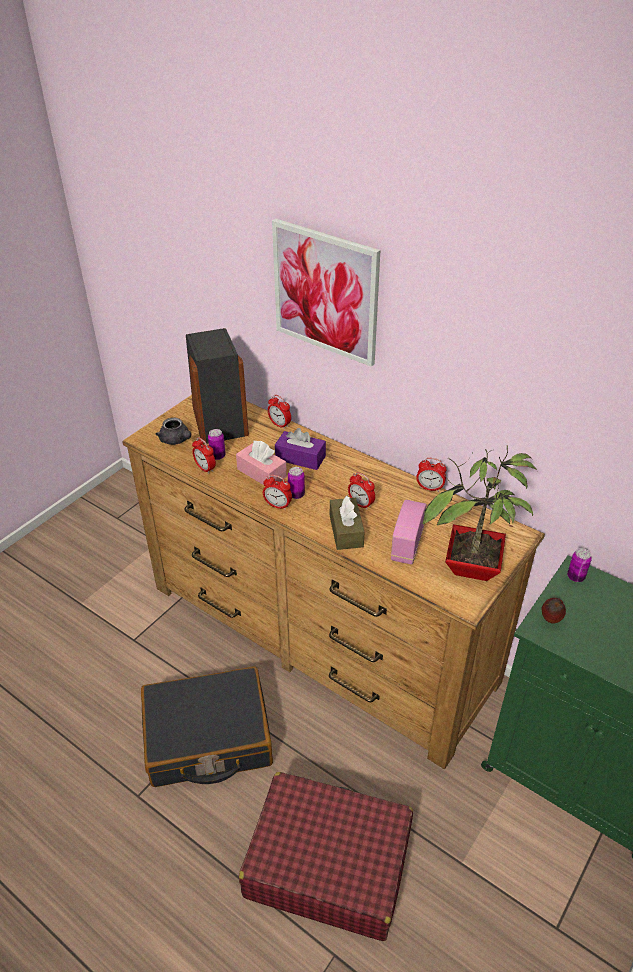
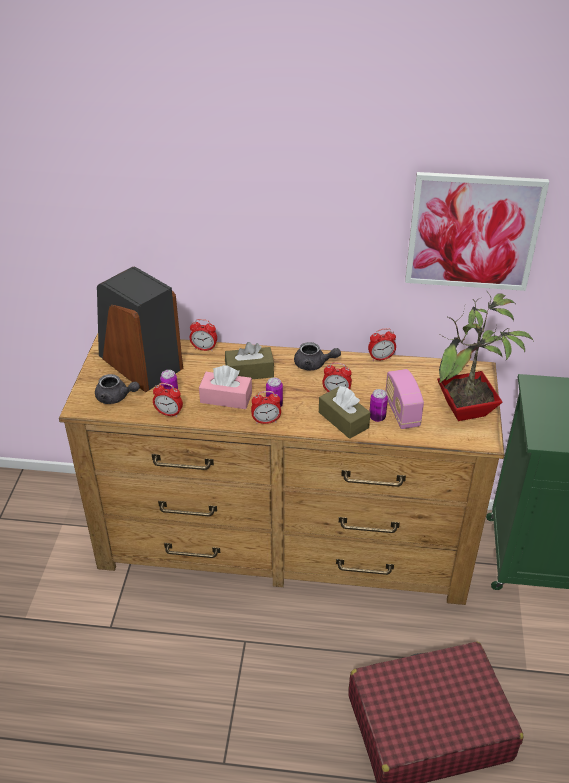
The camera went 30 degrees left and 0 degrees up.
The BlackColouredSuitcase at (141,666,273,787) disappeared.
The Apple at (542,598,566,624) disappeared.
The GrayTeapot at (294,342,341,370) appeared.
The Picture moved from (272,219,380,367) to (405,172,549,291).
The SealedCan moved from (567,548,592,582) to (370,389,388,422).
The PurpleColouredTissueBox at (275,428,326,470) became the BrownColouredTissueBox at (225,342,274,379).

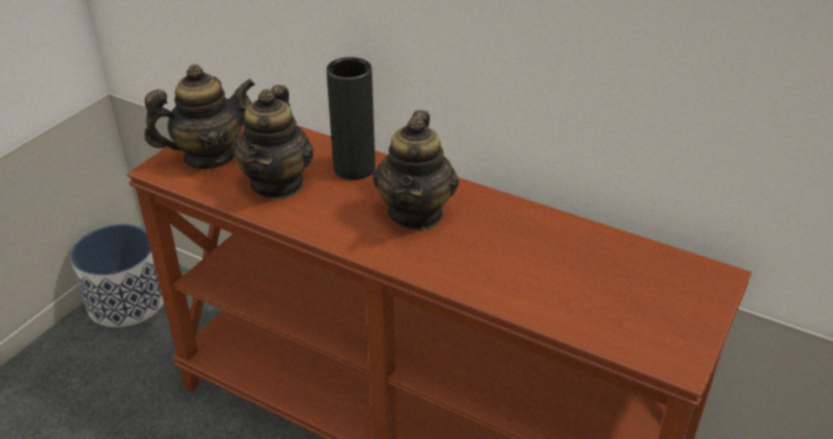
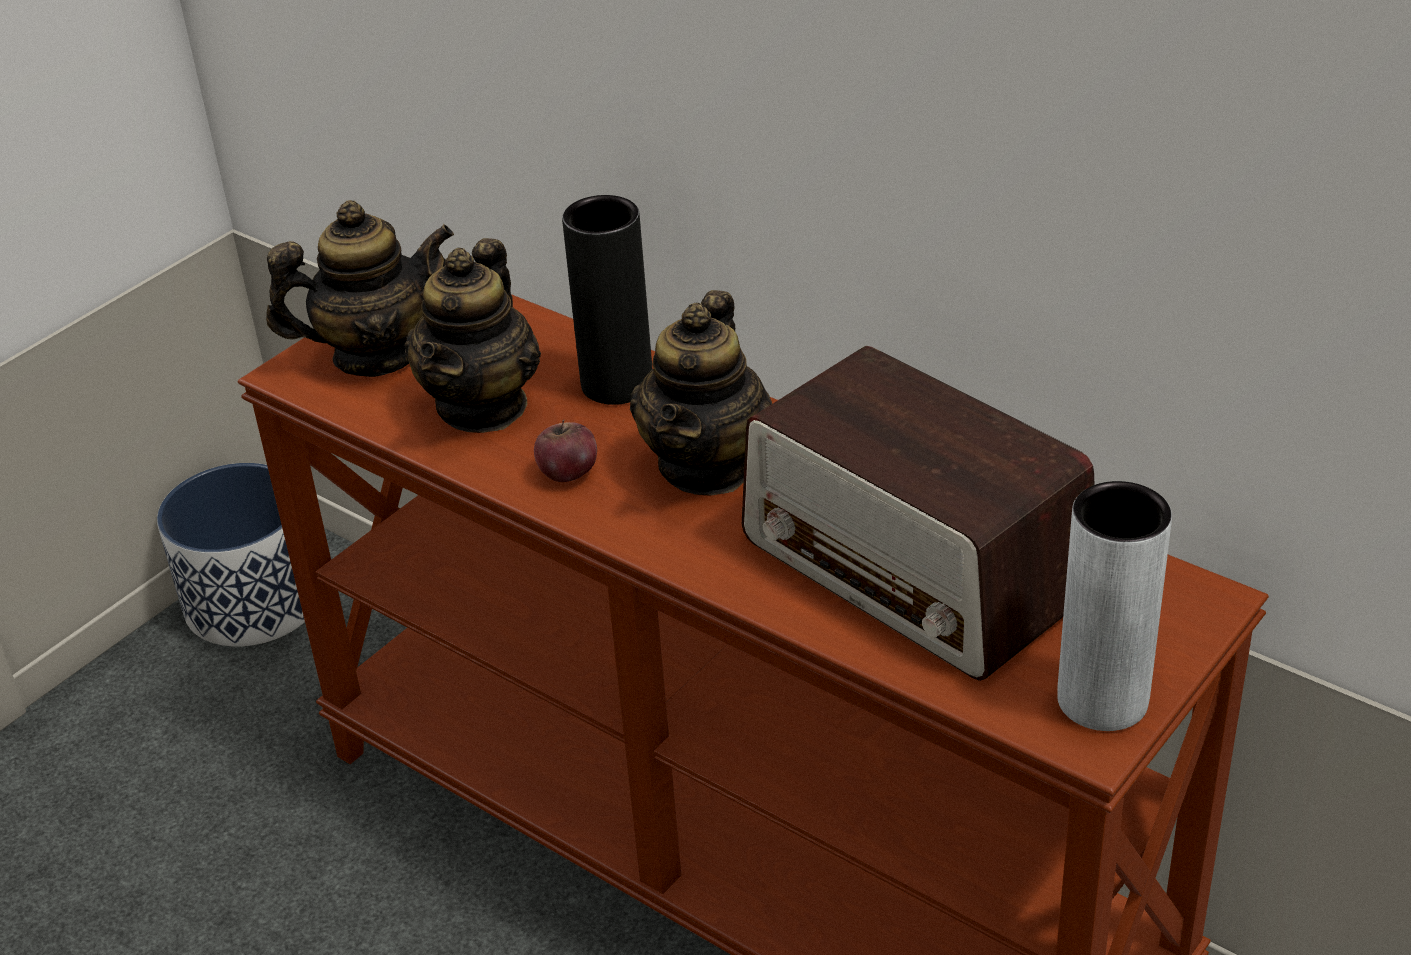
The camera went 10 degrees right and 0 degrees up.
The Apple at (534,420,597,482) appeared.
The RadioReceiver at (742,345,1094,681) appeared.
The GrayDecorativeVase at (1057,481,1172,731) appeared.

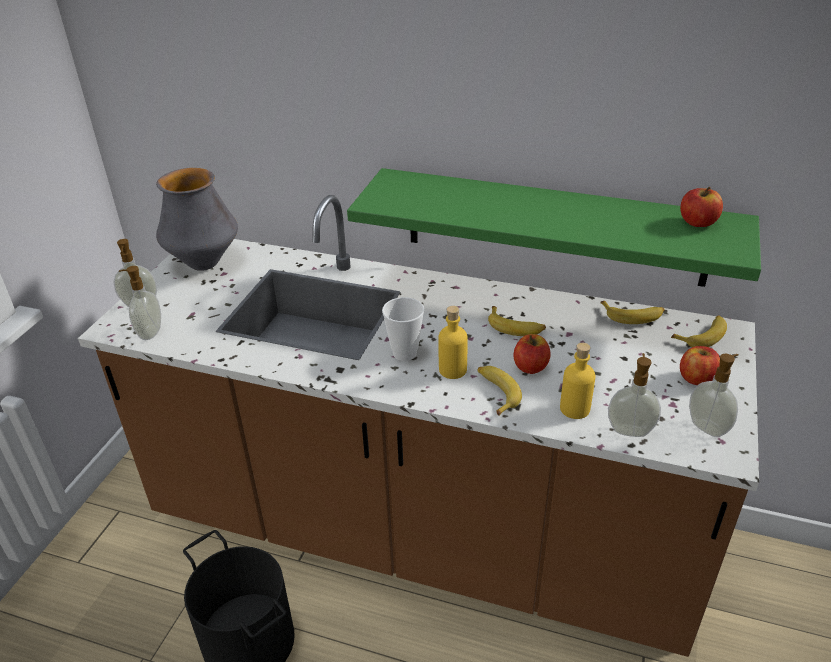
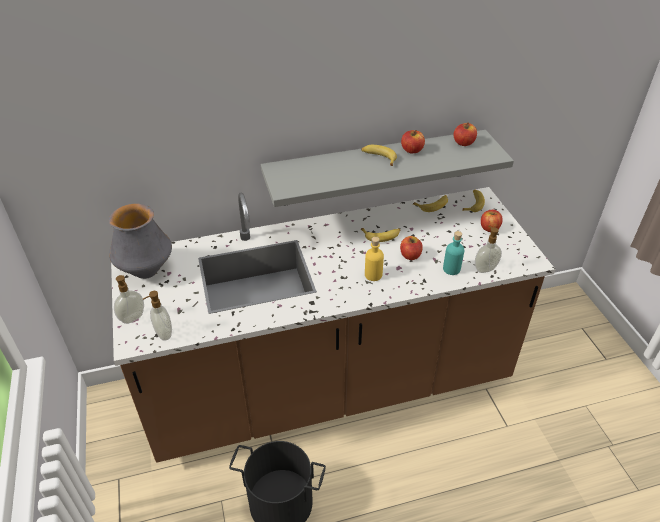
The camera went 35 degrees left and 5 degrees up.
The DrinkingCup at (382,297,424,361) disappeared.
The SoapBottle at (689,354,738,437) disappeared.
The Apple at (401,130,425,153) appeared.
The Banana moved from (478,366,522,416) to (361,145,397,166).
The GreenColouredShelf at (347,168,761,287) became the GrayShelf at (261,130,514,207).
The YellowBeverageBottle at (560,343,596,419) became the TurquoiseColouredBeverageBottle at (443,231,464,275).

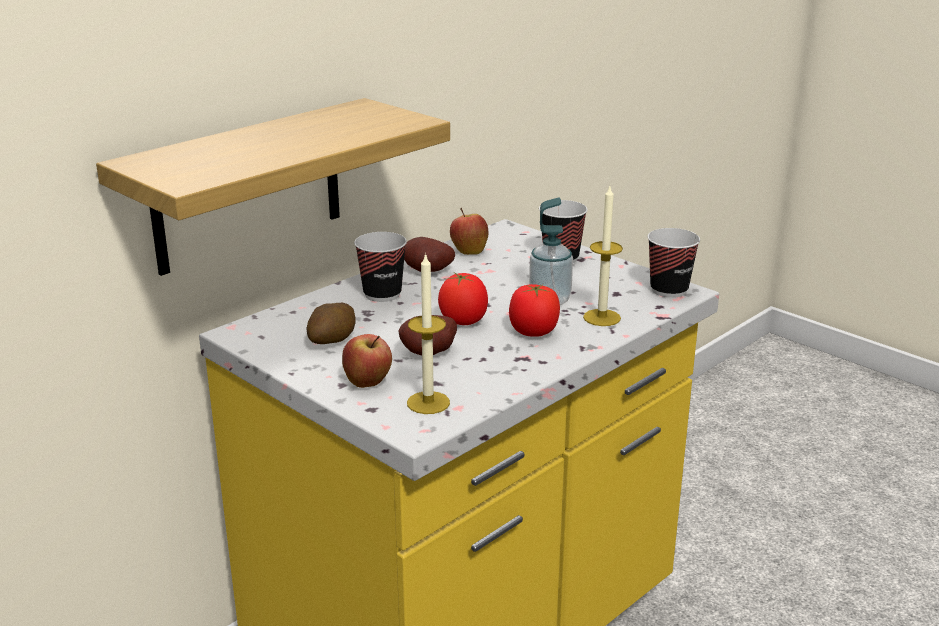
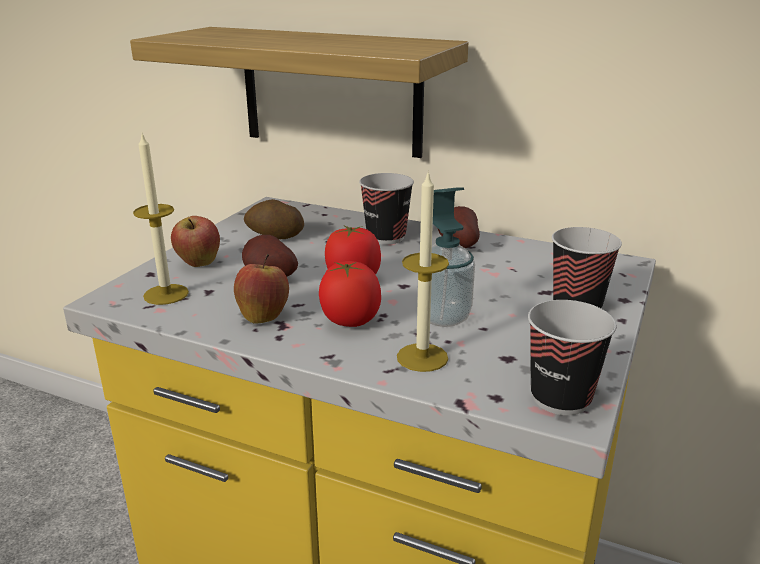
The camera went 70 degrees right and 0 degrees up.
The Apple moved from (450,207,488,255) to (234,254,289,324).

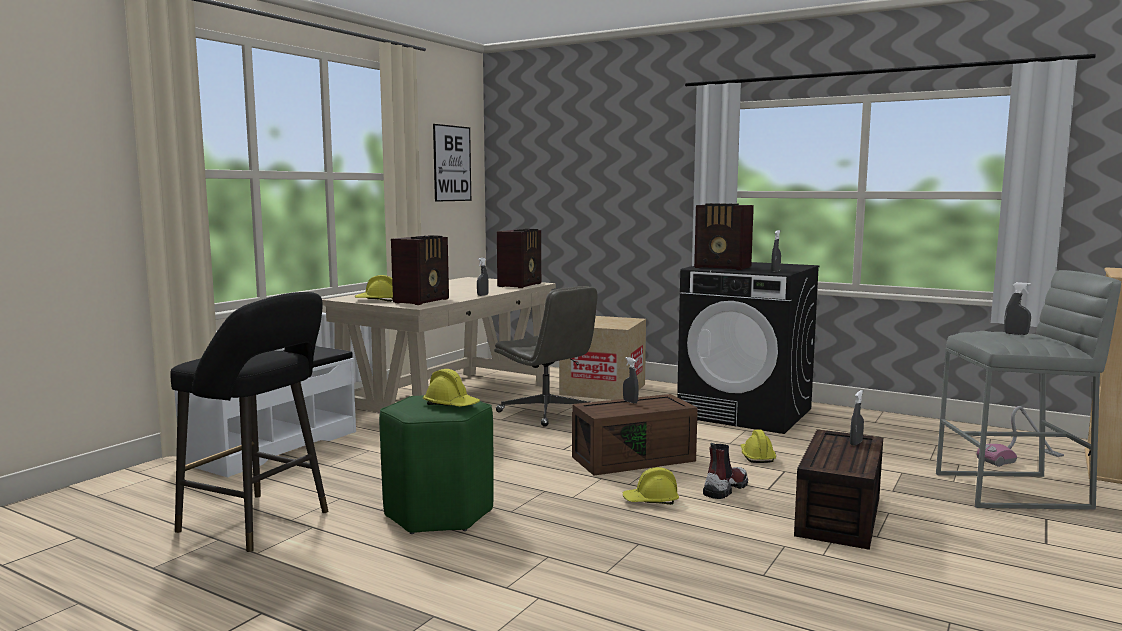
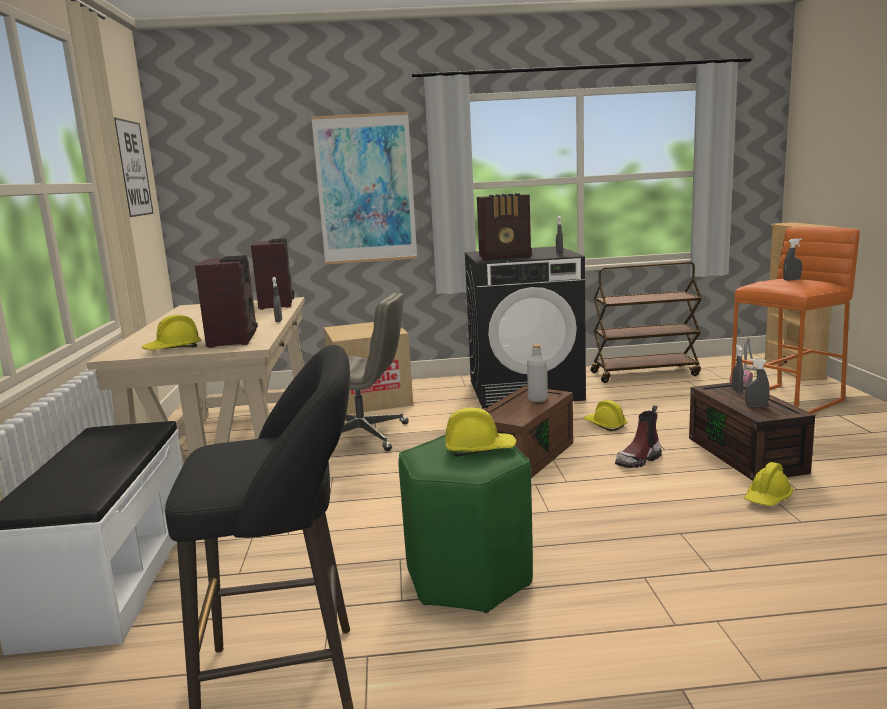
The camera went 35 degrees left and 5 degrees up.
The Picture at (311,112,417,264) appeared.
The GrayBeverageBottle at (527,344,548,402) appeared.
The BrownColouredWheeledCart at (590,262,702,383) appeared.
The GraySprayer moved from (623,357,639,404) to (745,359,769,407).
The YellowSafetyHelmet moved from (623,467,679,505) to (744,462,793,506).
The GrayStool at (936,270,1121,510) became the OrangeyStool at (731,227,860,414).
The HighTopBoot at (703,443,748,499) turned 135 degrees counterclockwise.

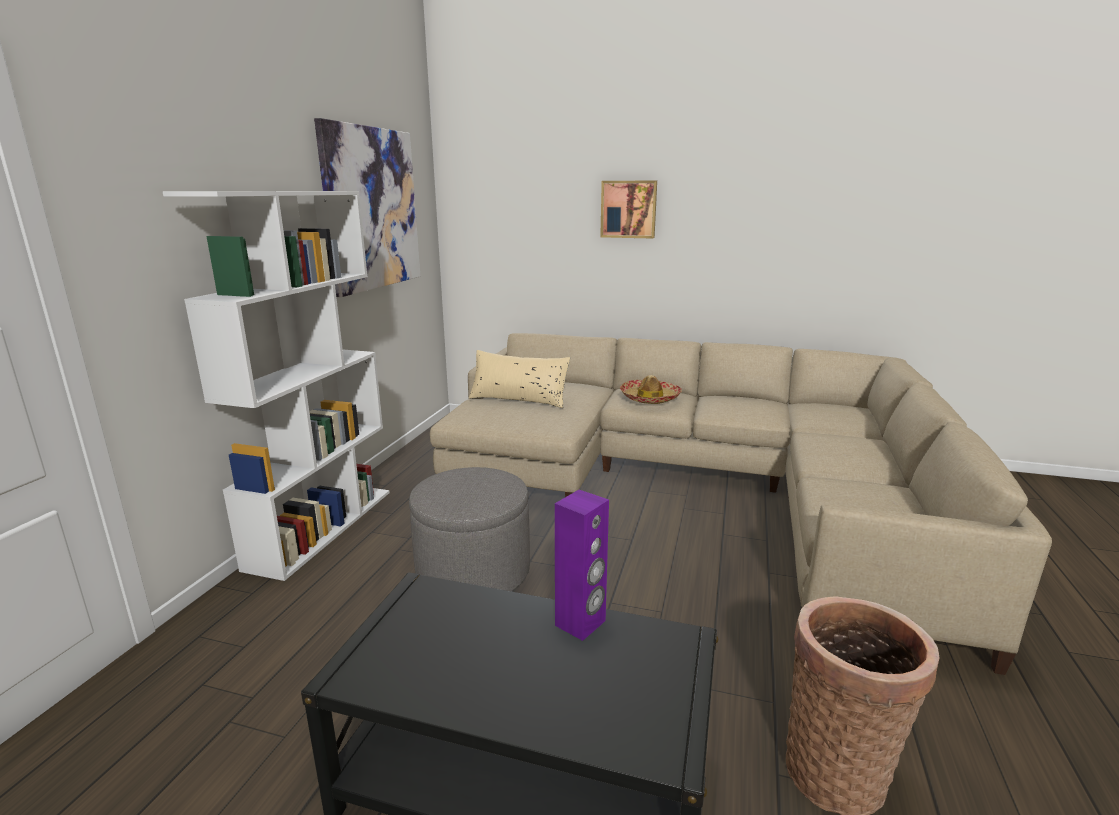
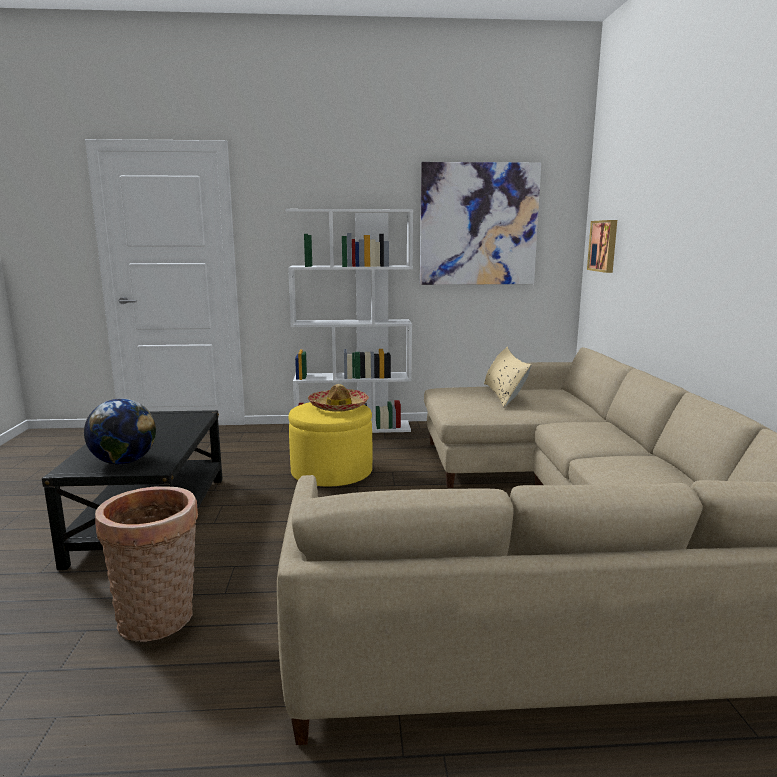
The camera went 70 degrees right and 5 degrees down.
The PurpleColouredSpeaker at (555,490,609,641) disappeared.
The Globe at (84,399,156,465) appeared.
The Picture moved from (600,181,657,239) to (587,220,617,273).
The ClothingHat moved from (620,375,682,404) to (308,384,369,412).
The GrayPouffe at (409,467,530,591) became the YellowPouffe at (288,402,372,486).

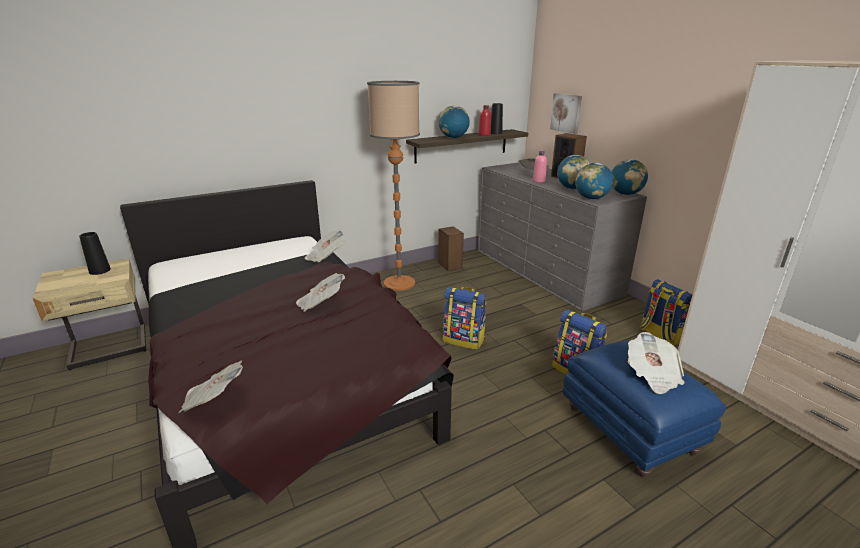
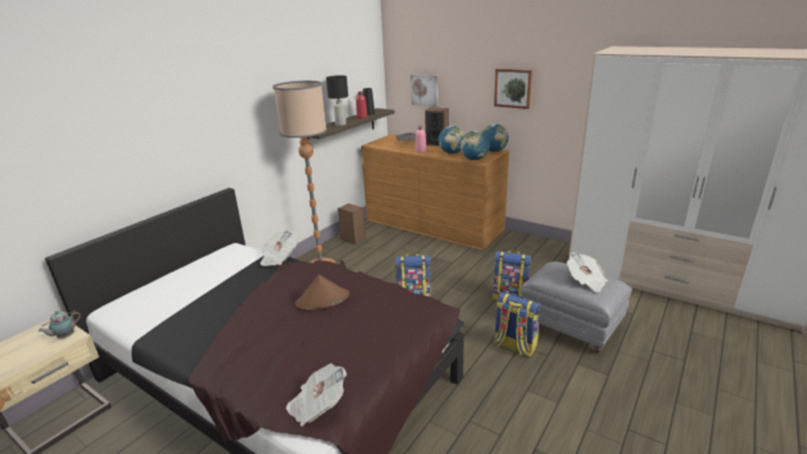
The camera went 25 degrees left and 0 degrees up.
The BlackColouredDecorativeVase at (79,232,111,275) disappeared.
The Teapot at (38,311,81,338) appeared.
The Picture at (494,68,533,109) appeared.
The Knapsack moved from (640,279,692,346) to (494,292,541,357).
The PrintedPaper at (296,273,345,312) was replaced by the BrownColouredClothingHat at (295,274,349,310).
The Globe at (439,106,470,138) was replaced by the BlackColouredTableLamp at (326,75,348,126).
The GrayChestOfDrawers at (478,162,647,311) became the BrownColouredChestOfDrawers at (361,134,509,250).
The BluePouffe at (563,340,726,477) became the GrayPouffe at (522,262,632,354).

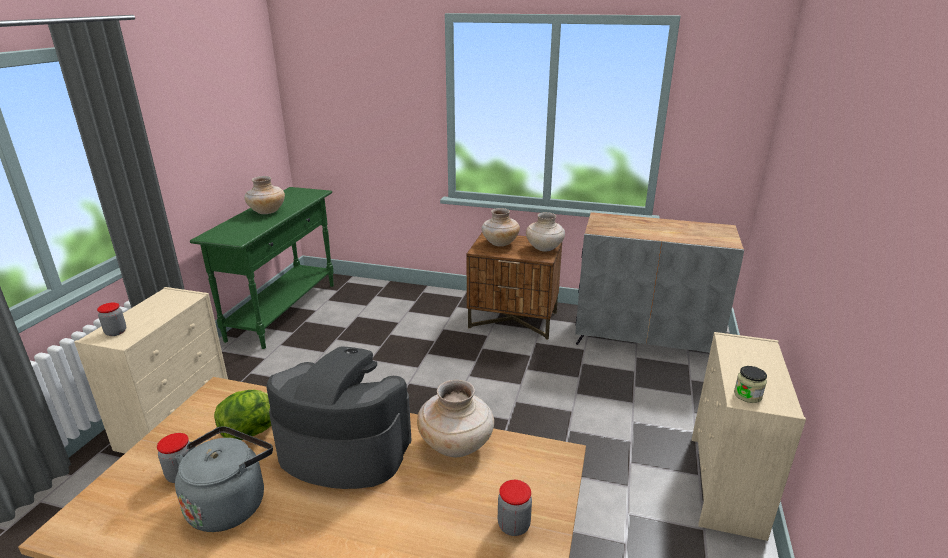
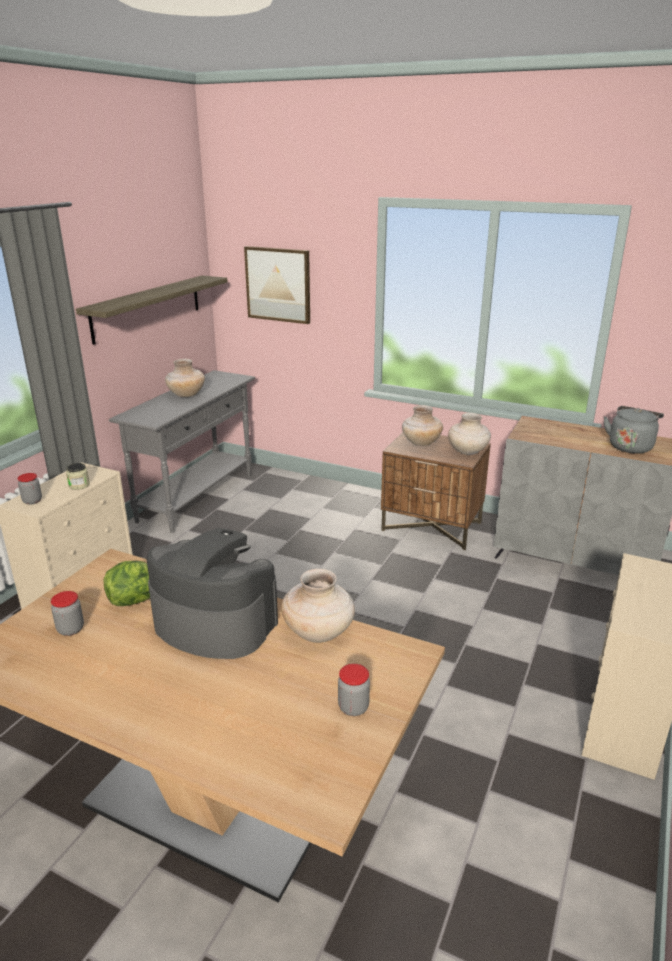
The camera went 10 degrees right and 0 degrees up.
The Shelf at (76,275,228,345) appeared.
The Picture at (244,246,310,324) appeared.
The GrayWaterKettle moved from (175,426,273,532) to (604,406,664,454).
The Jar moved from (734,366,767,403) to (66,463,90,490).
The GreenColouredHallTable at (190,187,334,349) became the GrayHallTable at (109,370,255,533).

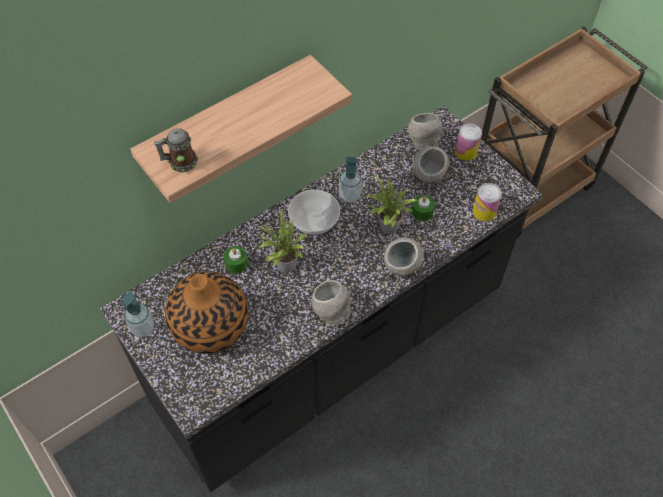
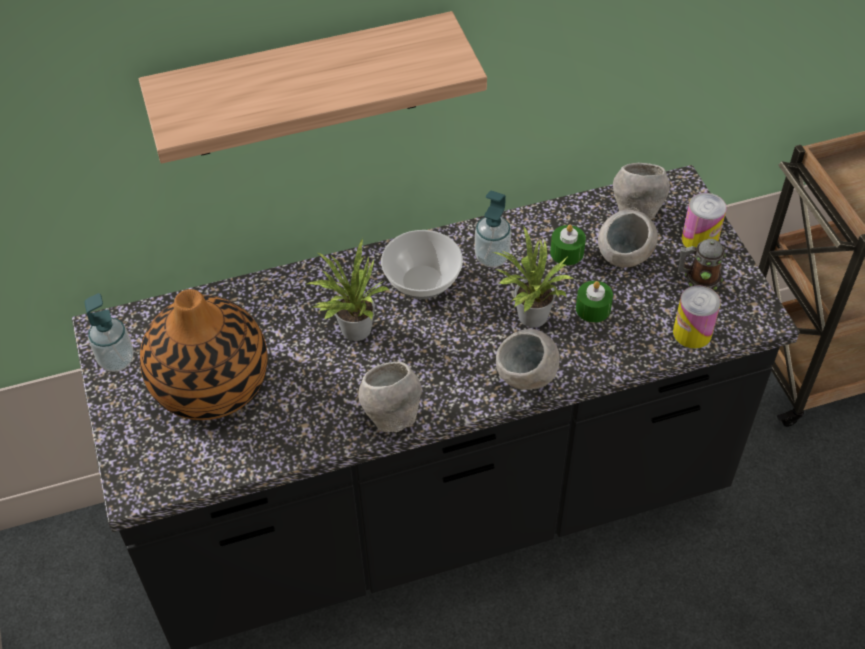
The camera went 20 degrees right and 5 degrees down.
The Mug moved from (154,128,198,172) to (677,239,726,290).
The GreenColouredCandle moved from (224,246,248,273) to (550,224,586,265).

